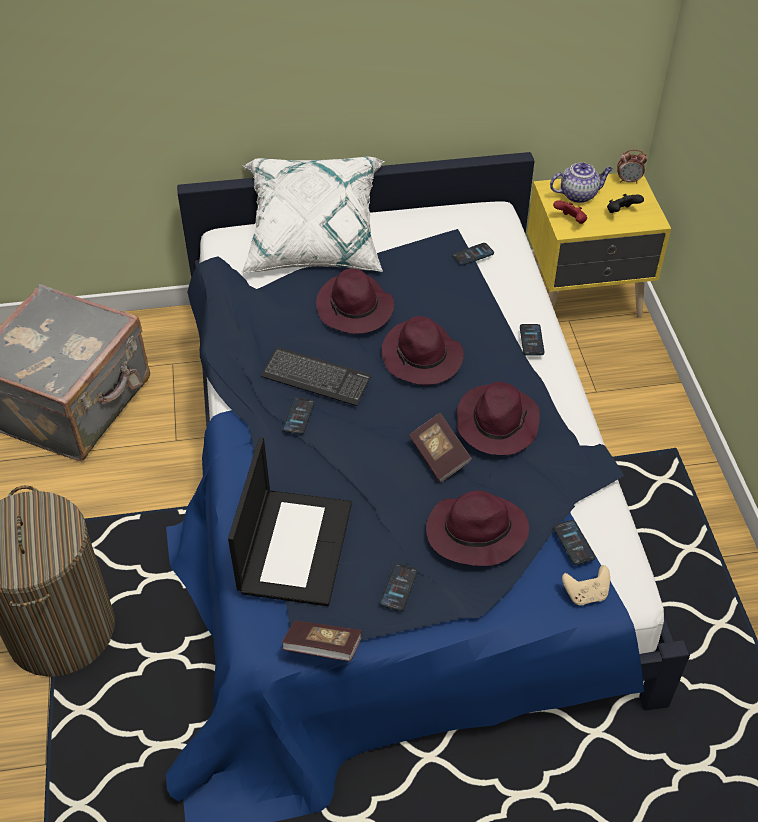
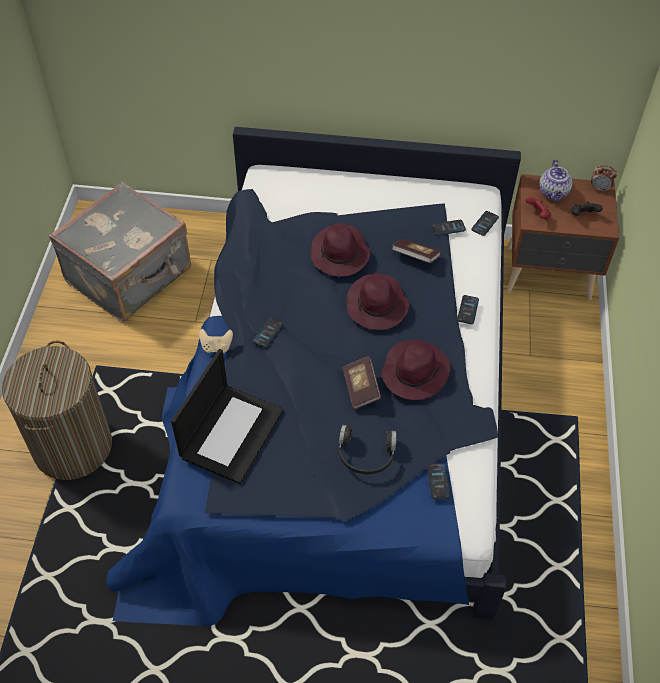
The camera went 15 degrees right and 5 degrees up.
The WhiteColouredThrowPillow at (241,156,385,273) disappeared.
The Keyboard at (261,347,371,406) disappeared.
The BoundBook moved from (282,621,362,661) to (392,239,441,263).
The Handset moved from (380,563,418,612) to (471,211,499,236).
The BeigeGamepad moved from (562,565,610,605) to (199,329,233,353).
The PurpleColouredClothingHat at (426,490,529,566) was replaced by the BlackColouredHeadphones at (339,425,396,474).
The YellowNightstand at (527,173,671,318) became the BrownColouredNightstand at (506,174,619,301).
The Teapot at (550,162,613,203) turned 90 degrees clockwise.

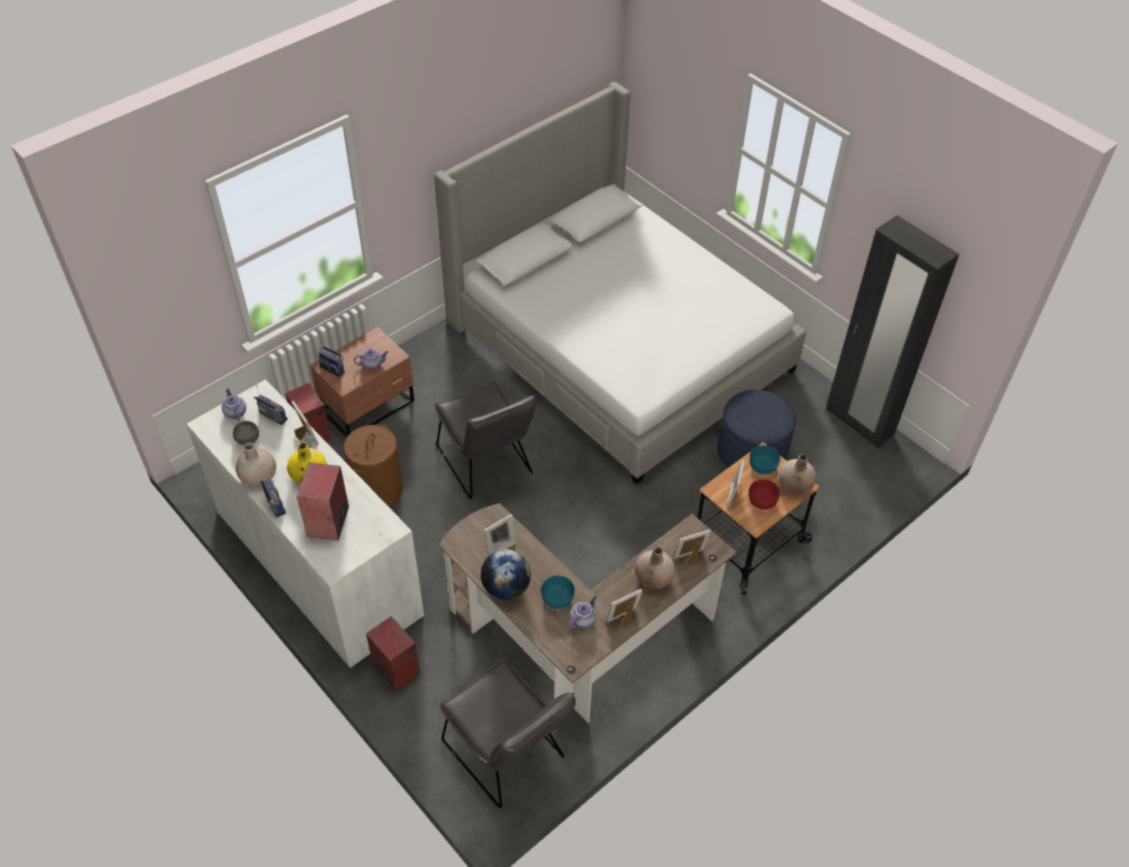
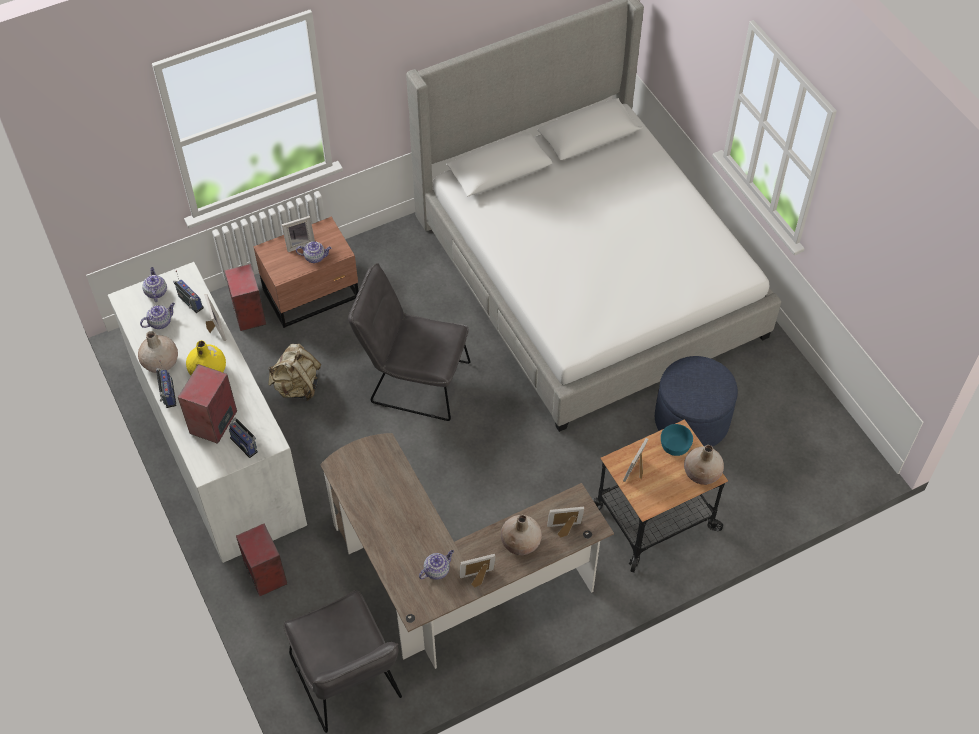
The camera went 15 degrees right and 5 degrees up.
The Globe at (481,549,531,600) disappeared.
The TurquoiseColouredServingBowl at (541,576,575,609) disappeared.
The RedServingBowl at (749,479,780,510) disappeared.
The BlackColouredClothesCupboard at (826,215,959,448) disappeared.
The RadioReceiver moved from (318,346,345,377) to (229,418,258,458).
The StandingFrame moved from (484,514,517,556) to (282,216,315,252).
The GrayServingBowl at (233,421,259,446) was replaced by the Teapot at (140,303,175,329).
The BrownColouredHamper at (344,423,403,507) was replaced by the BeigeKnapsack at (268,344,321,401).
The GrayPlainChair at (435,382,537,499) turned 120 degrees clockwise.

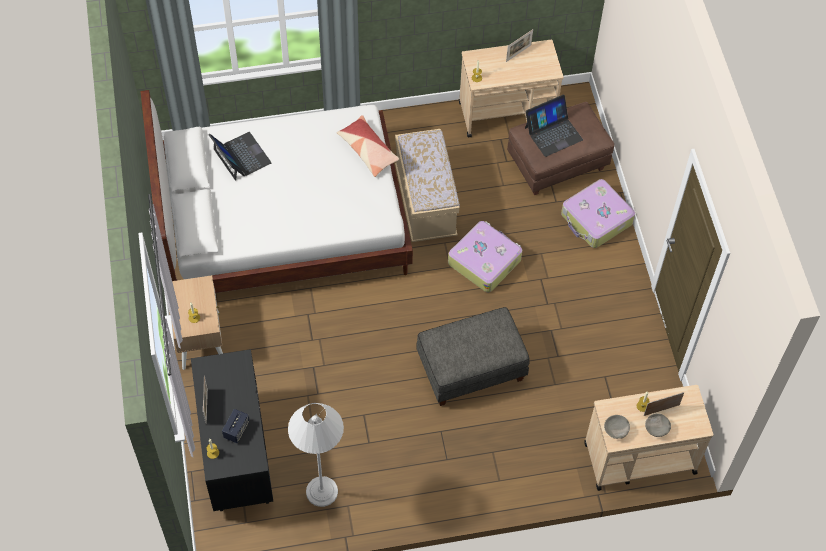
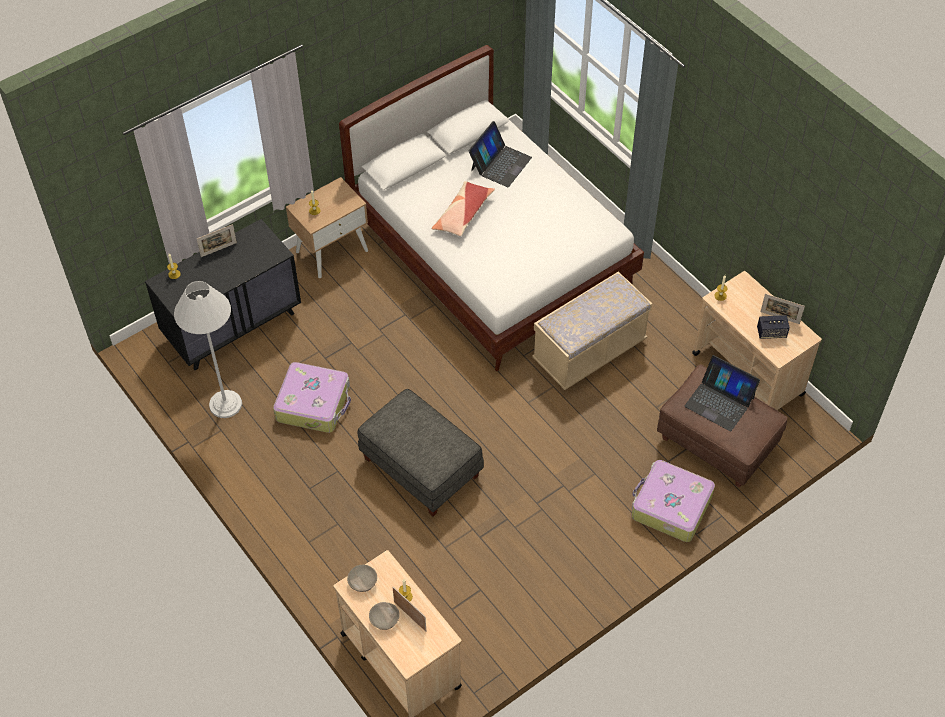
The camera went 65 degrees right and 5 degrees down.
The Speaker moved from (222,409,249,443) to (757,315,790,339).
The ThrowPillow moved from (337,115,399,177) to (432,181,495,236).
The Suitcase moved from (448,221,522,292) to (273,362,351,433).

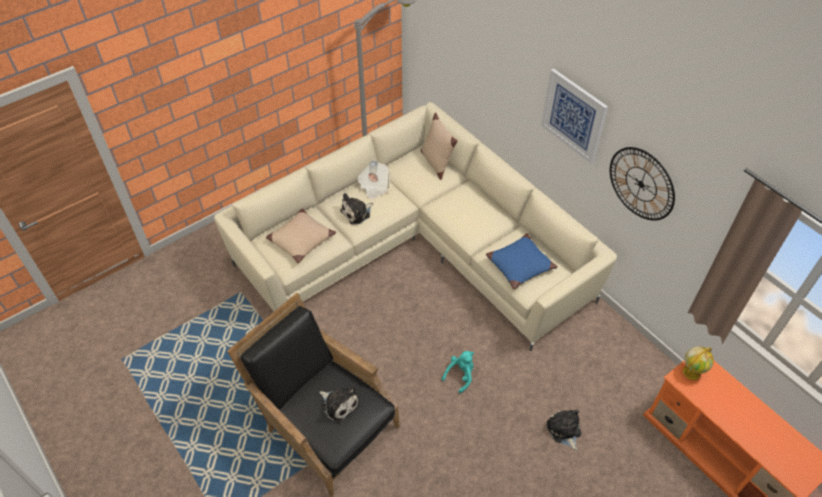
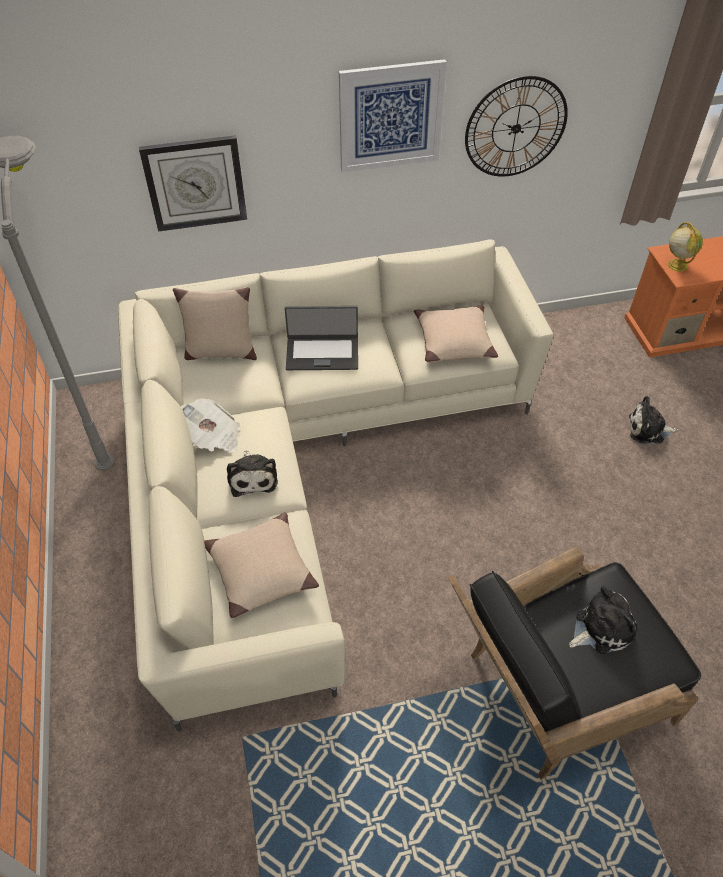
The camera went 65 degrees left and 0 degrees up.
The TurquoiseColouredPlushToy at (442,351,474,393) disappeared.
The ClockOnTheWall at (139,135,247,232) appeared.
The Laptop at (285,306,358,370) appeared.
The BlueThrowPillow at (486,233,558,289) became the BeigeThrowPillow at (414,305,498,362).

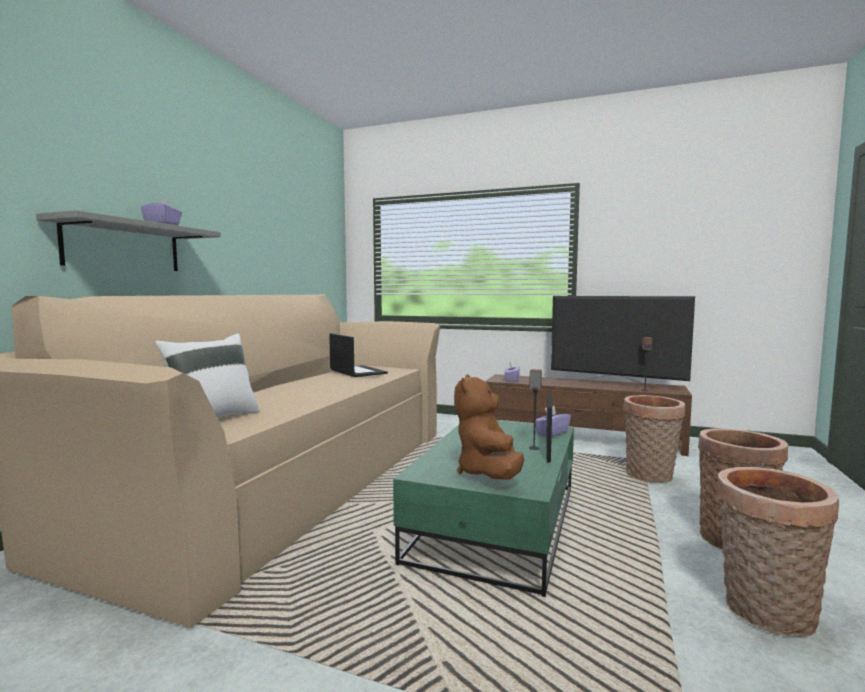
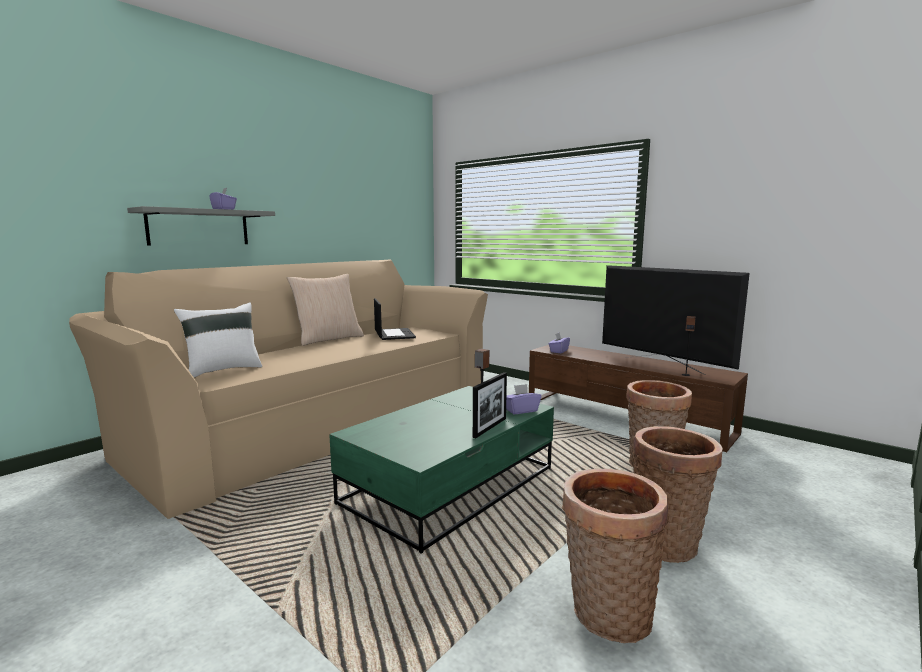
The camera went 20 degrees right and 5 degrees up.
The BrownColouredPlushToy at (454,374,524,479) disappeared.
The BeigeThrowPillow at (287,274,364,346) appeared.

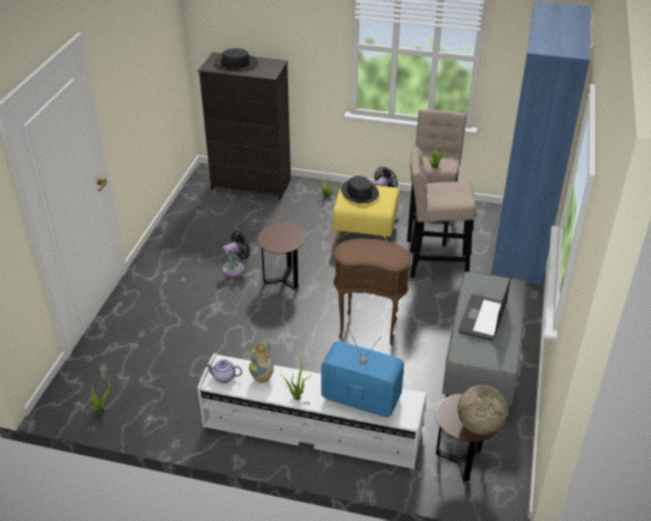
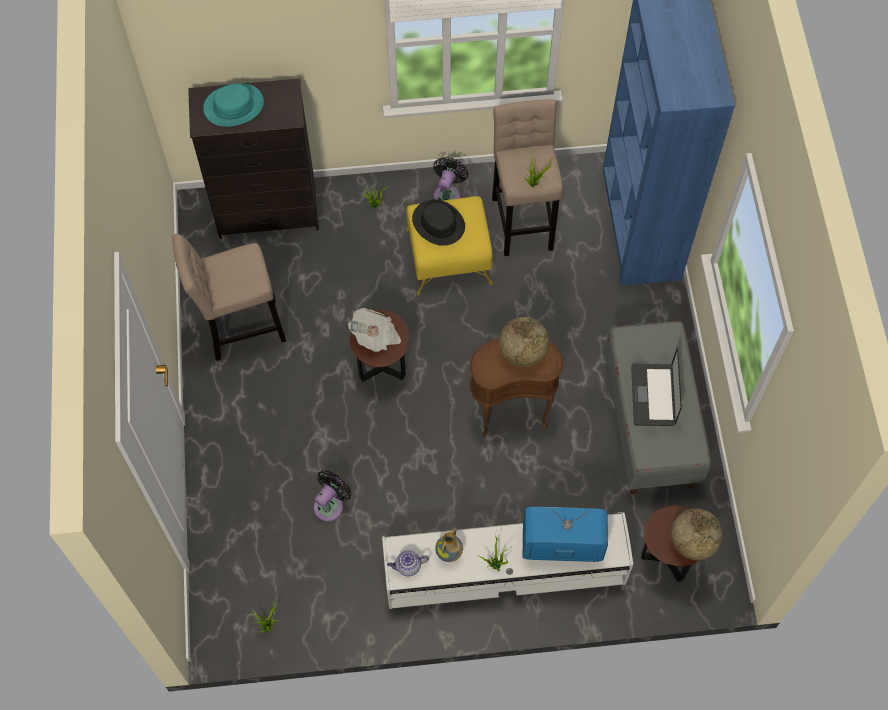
The camera went 20 degrees left and 25 degrees up.
The PrintedPaper at (348,308,401,352) appeared.
The Globe at (499,317,549,367) appeared.
The BlackColouredFan moved from (222,231,250,276) to (314,470,352,522).
The BeigeStool moved from (410,147,475,278) to (172,234,286,361).
The BlackColouredClothingHat at (214,48,258,70) became the TurquoiseColouredClothingHat at (203,83,264,127).

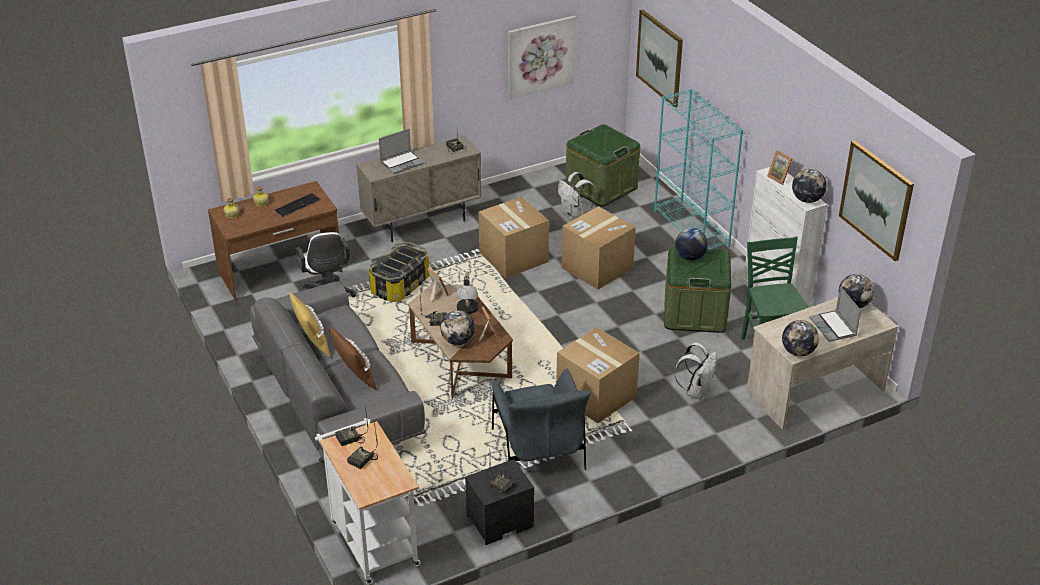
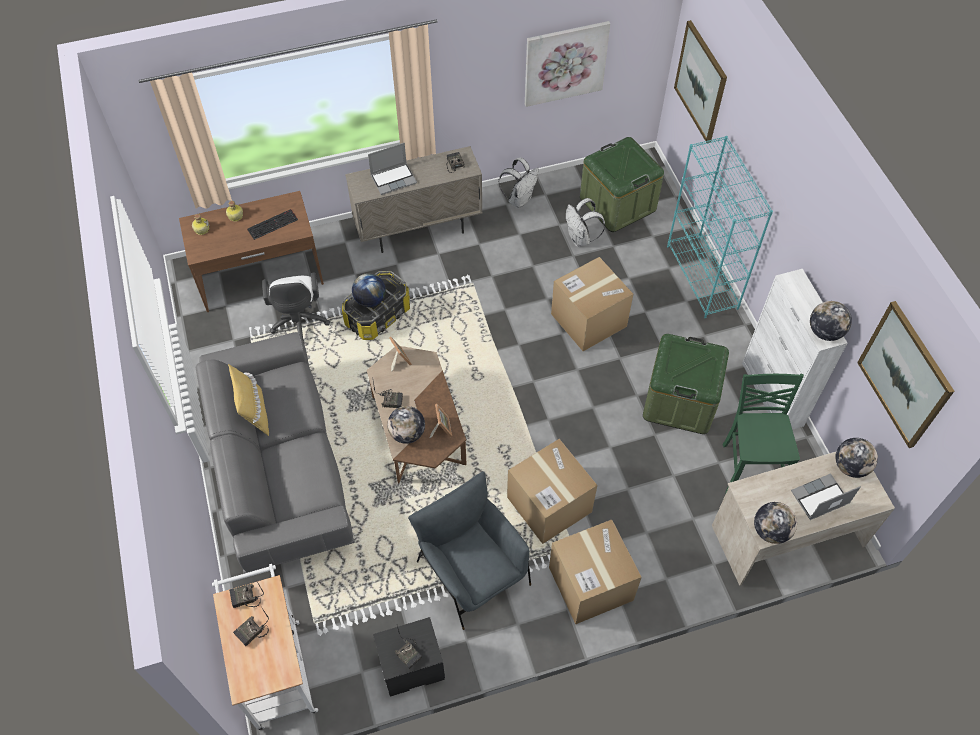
The camera went 10 degrees right and 20 degrees up.
The BrownColouredThrowPillow at (328,326,376,390) disappeared.
The TableLamp at (455,272,479,314) disappeared.
The StandingFrame at (767,150,793,185) disappeared.
The PackingBox moved from (478,197,549,278) to (549,520,642,625).
The WhiteColouredKnapsack moved from (674,343,717,399) to (499,157,539,208).
The Globe moved from (675,228,708,261) to (352,273,386,307).
The GrayLoungeChair at (492,369,591,470) turned 150 degrees clockwise.
The Laptop at (809,286,861,342) turned 75 degrees clockwise.

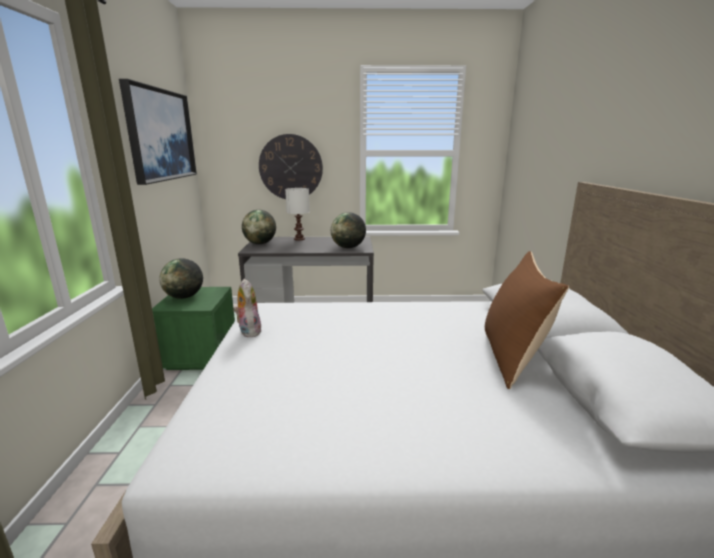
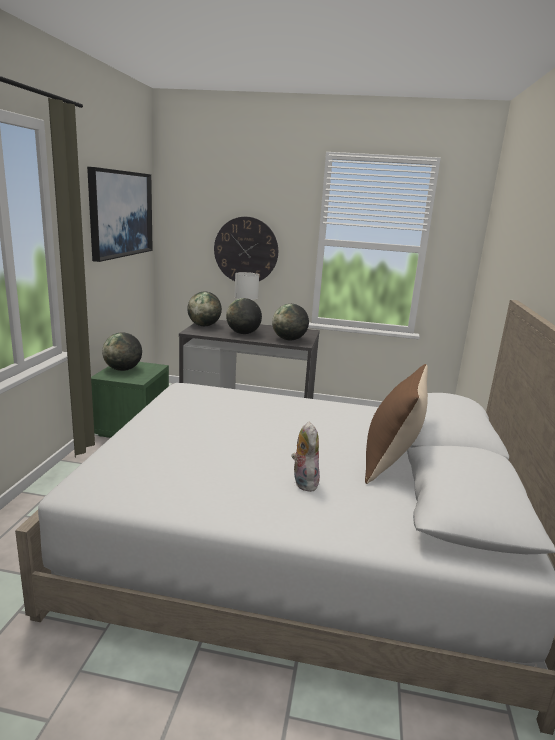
The camera went 10 degrees right and 0 degrees up.
The Globe at (226,298,262,334) appeared.
The PlushToy moved from (233,279,262,337) to (292,421,320,492).

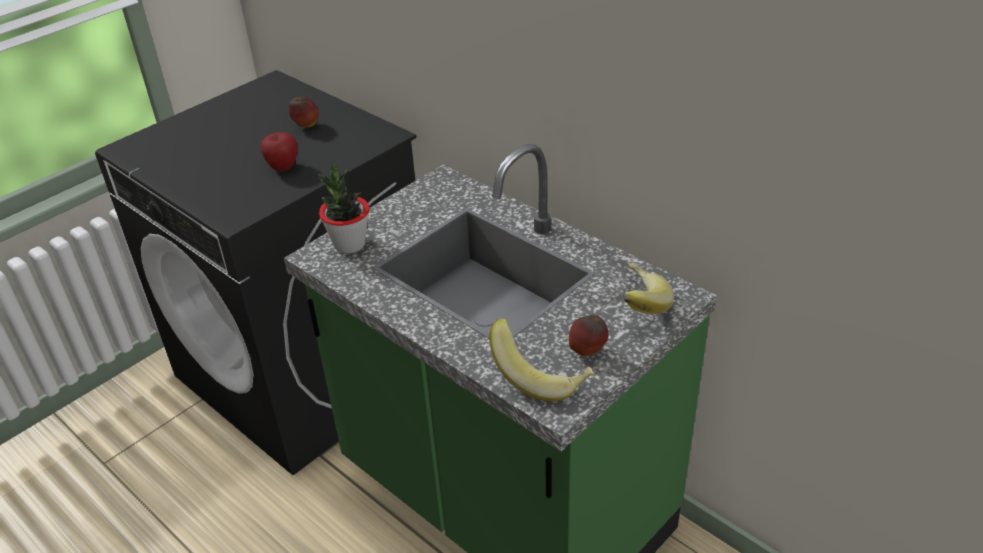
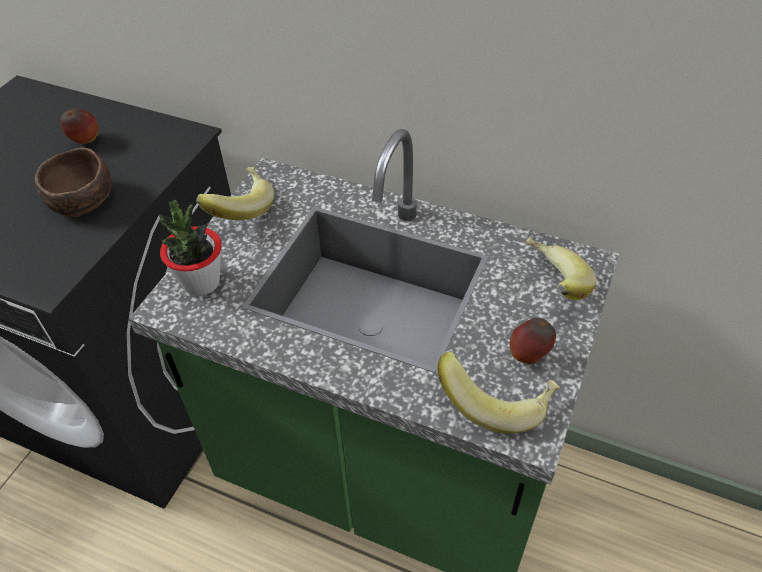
The camera went 20 degrees left and 10 degrees up.
The Banana at (196,167,274,220) appeared.
The Apple at (260,132,298,171) was replaced by the BrownColouredServingBowl at (35,147,112,217).

